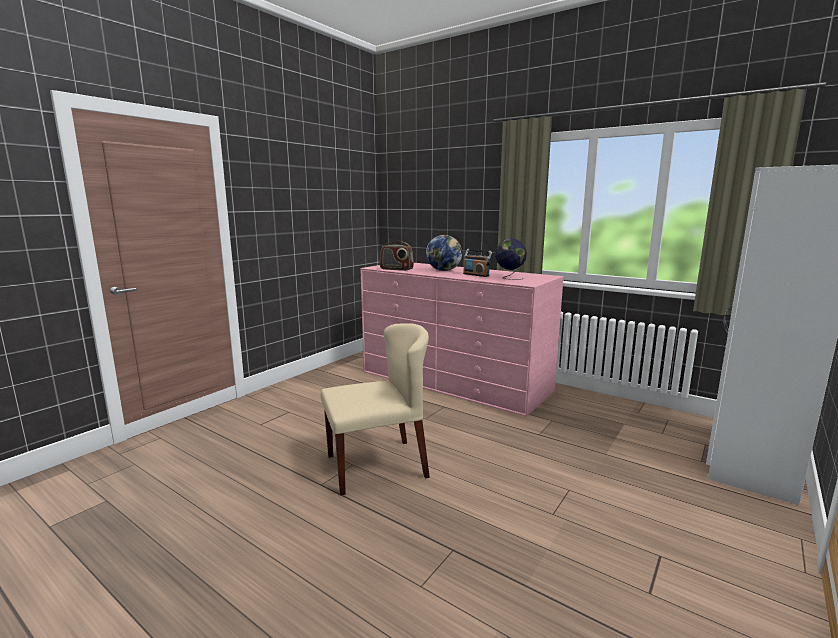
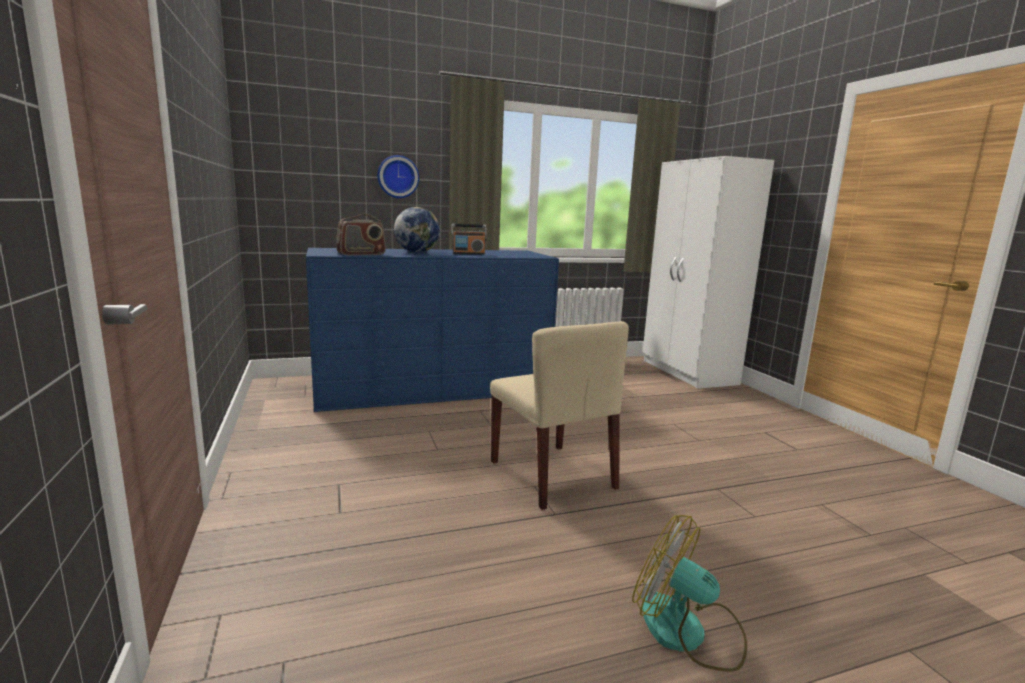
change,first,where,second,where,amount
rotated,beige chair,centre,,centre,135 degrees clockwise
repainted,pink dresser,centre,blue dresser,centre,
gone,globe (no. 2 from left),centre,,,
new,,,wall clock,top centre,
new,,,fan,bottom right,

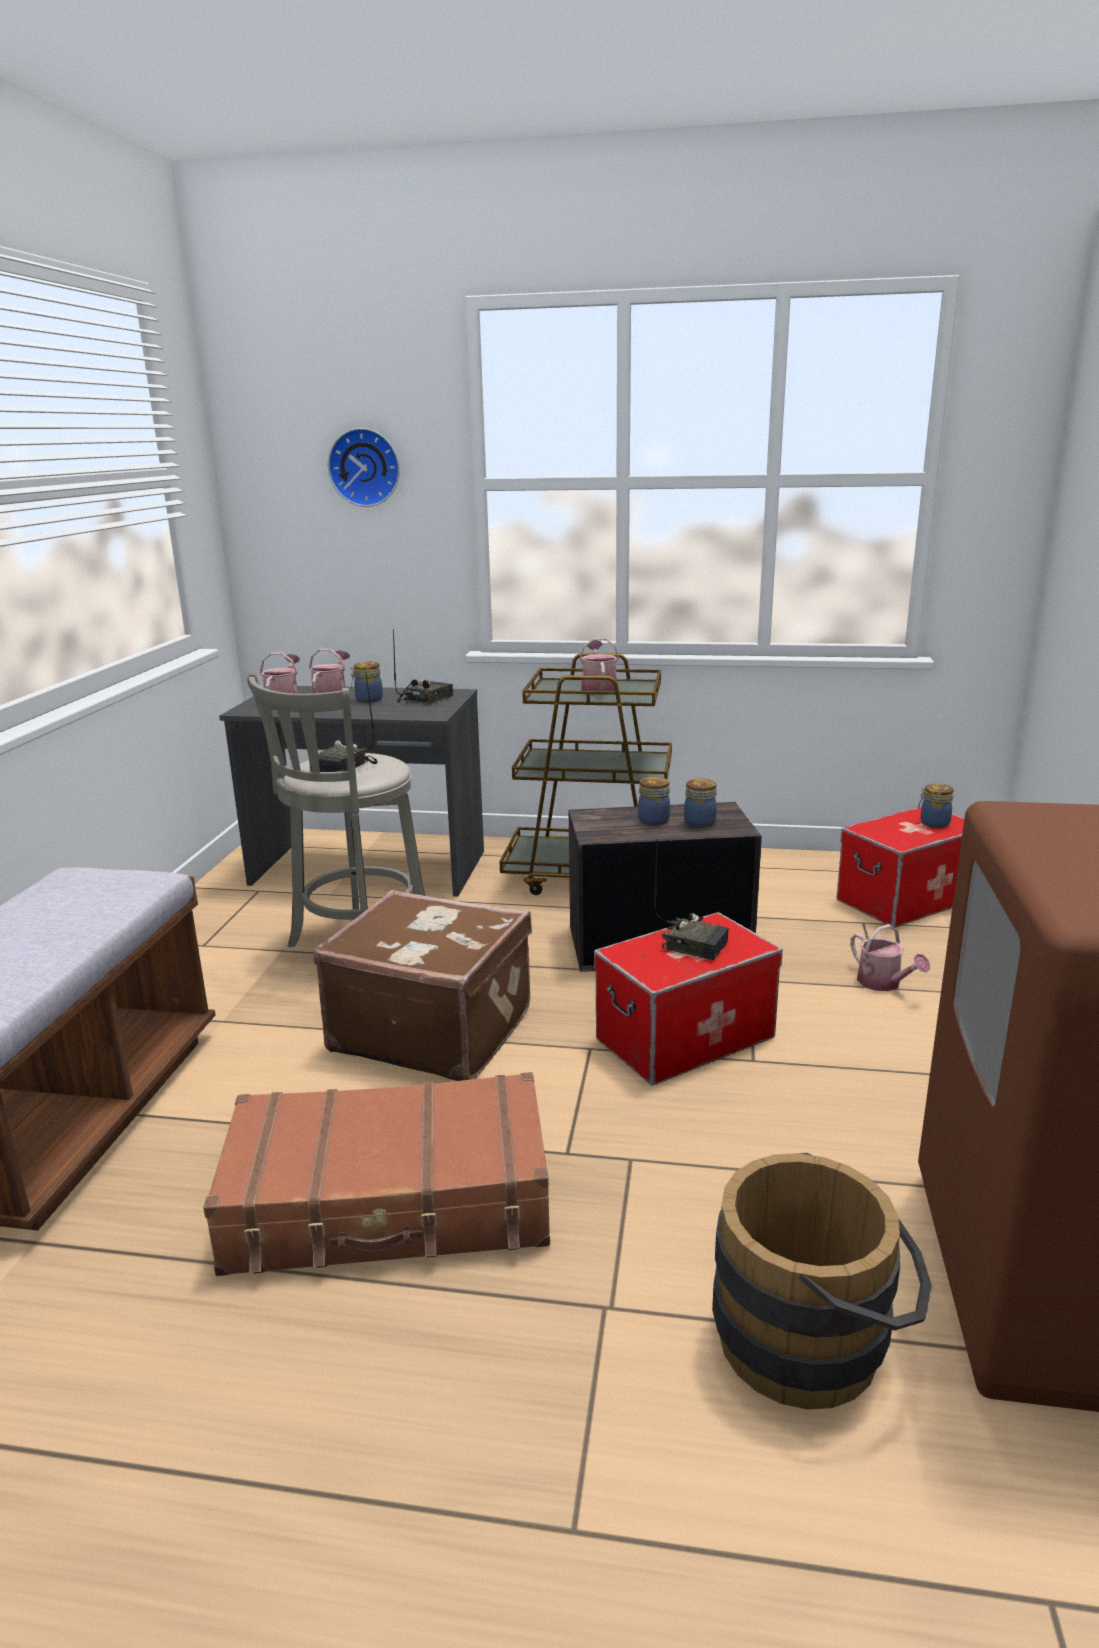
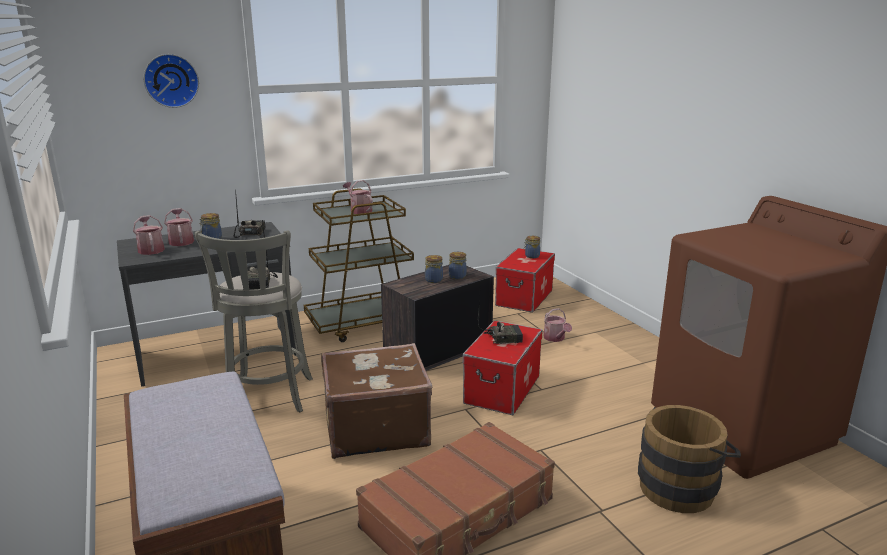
change,first,where,second,where,amount
rotated,watering can (no. 4 from left),middle right,,centre,45 degrees clockwise

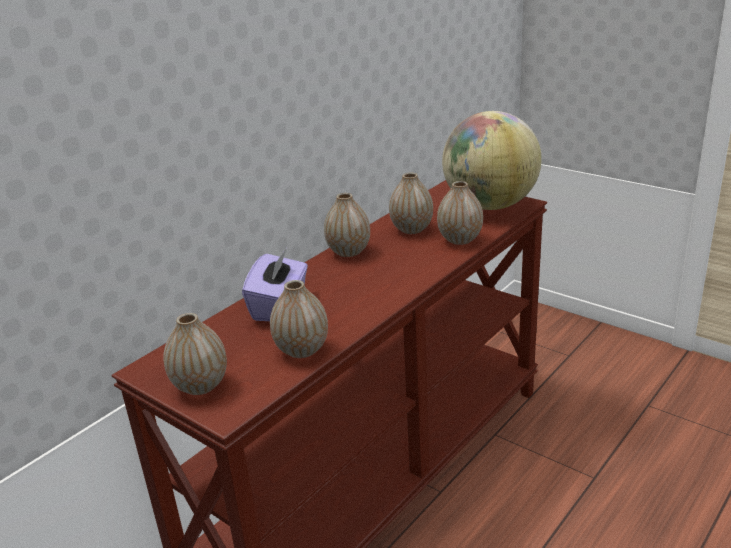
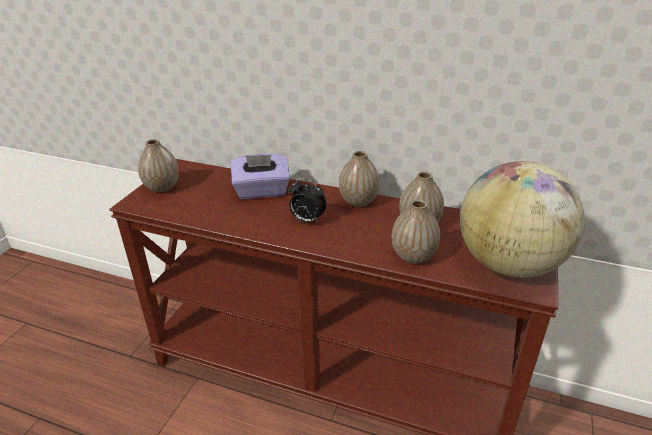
change,first,where,second,where,amount
gone,vase (no. 2 from left),centre,,,
new,,,alarm clock,centre,

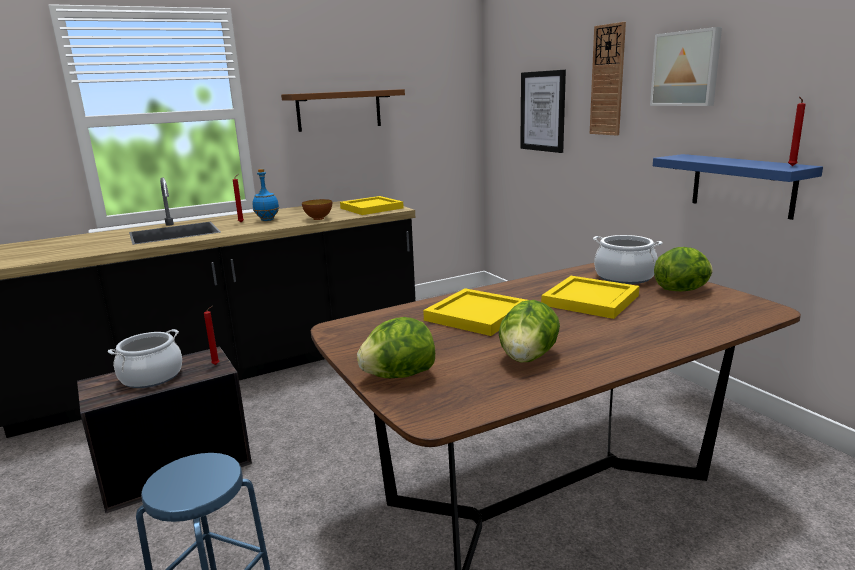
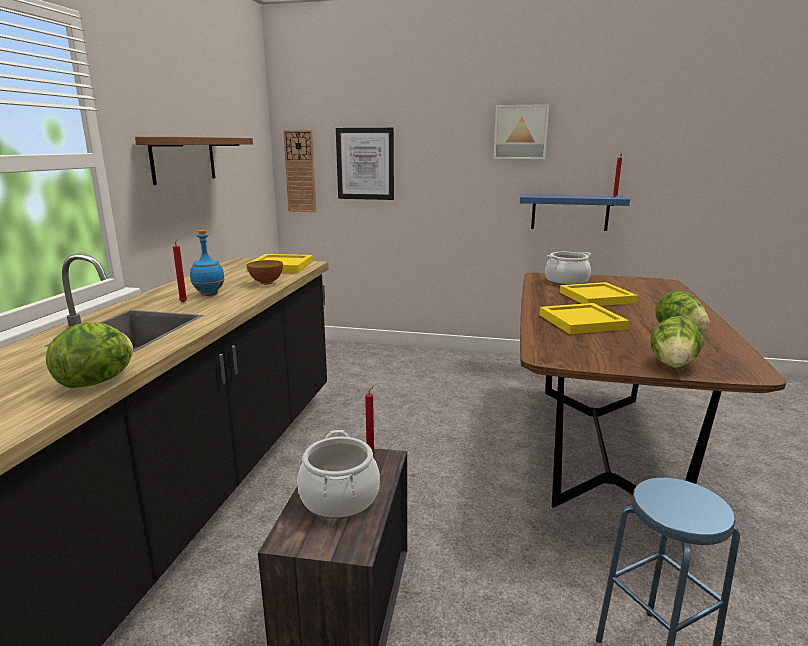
change,first,where,second,where,amount
shifted,wall clock,top right,,top centre,
shifted,lettuce (no. 3 from left in the first image),middle right,lettuce (no. 1 from left),middle left,

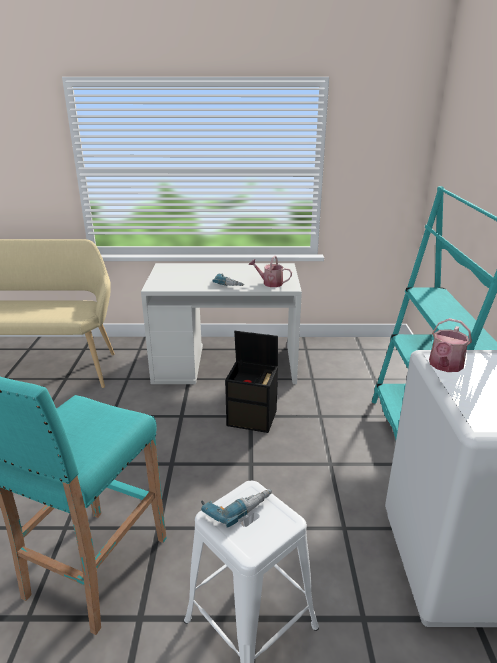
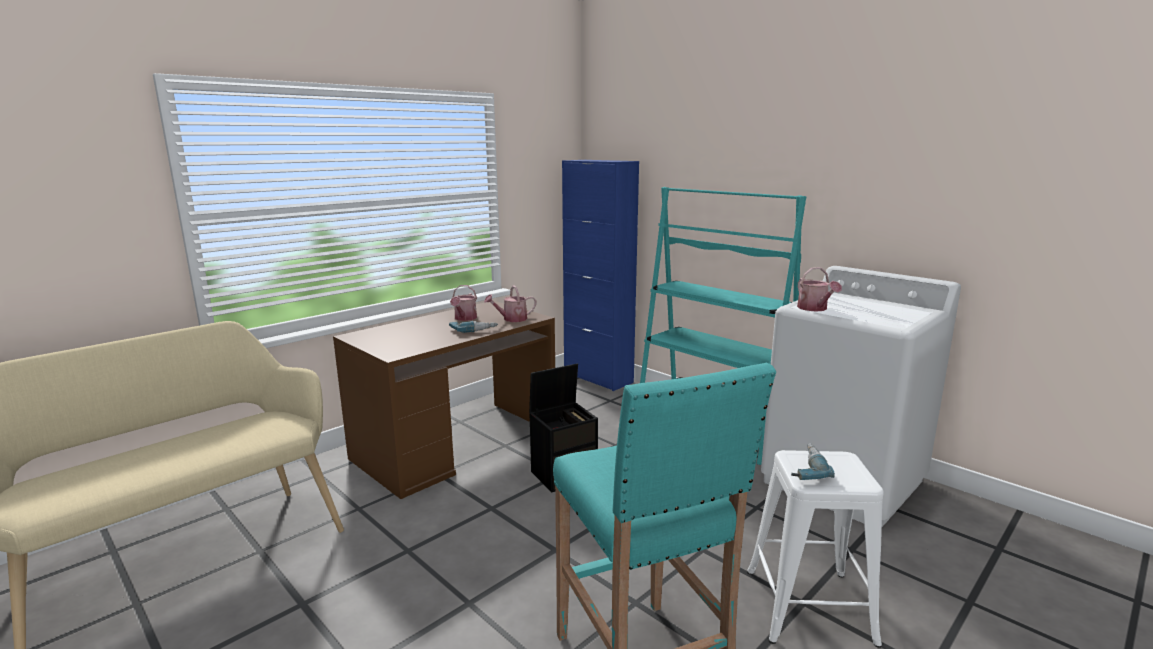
change,first,where,second,where,amount
repainted,white desk,centre,brown desk,centre,
new,,,watering can (no. 1 from left),centre,
new,,,blue cabinet,centre,

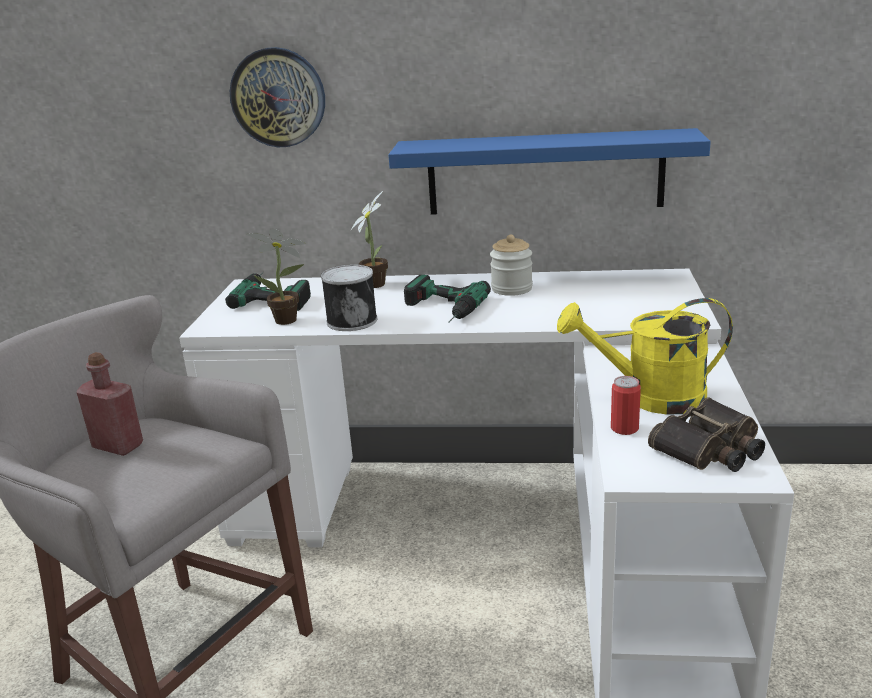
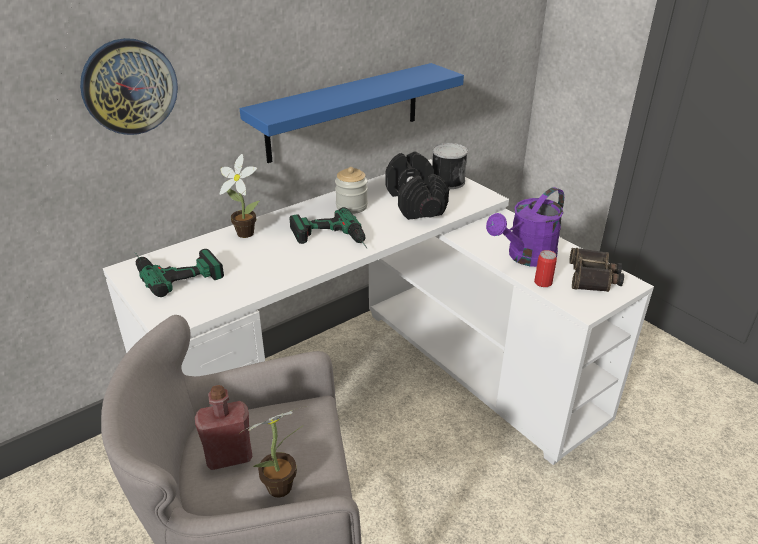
change,first,where,second,where,amount
shifted,potted plant (no. 1 from left in the first image),middle left,potted plant (no. 2 from left),bottom centre,
shifted,can (no. 1 from left),centre,,top centre,
repainted,yellow watering can,middle right,purple watering can,middle right,
new,,,black dumbbell,centre,

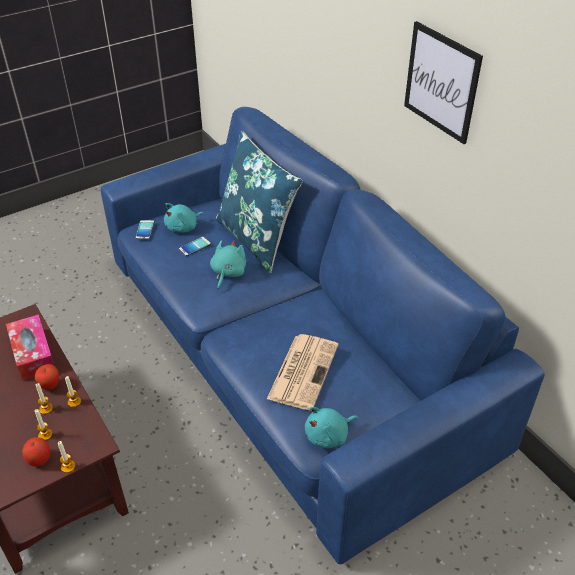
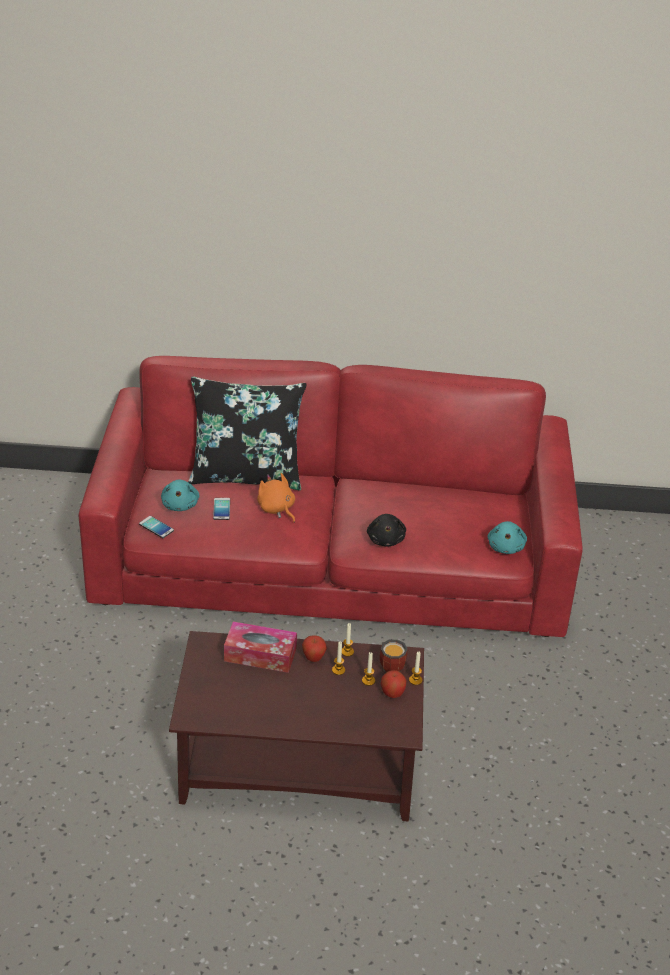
change,first,where,second,where,amount
repainted,blue sofa,centre,red sofa,centre,
repainted,turquoise plush toy (no. 2 from left),centre,orange plush toy,centre,
repainted,blue pillow,centre,black pillow,centre,
gone,newspaper,centre,,,
gone,picture,top right,,,
new,,,black plush toy,centre,
new,,,mug,bottom centre,

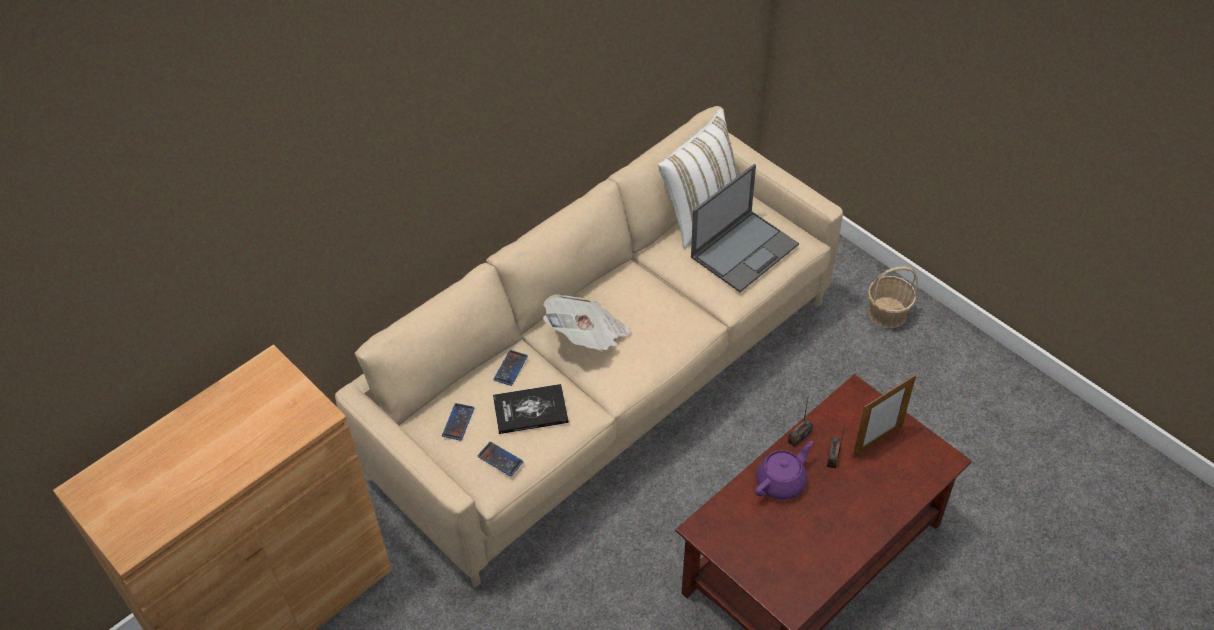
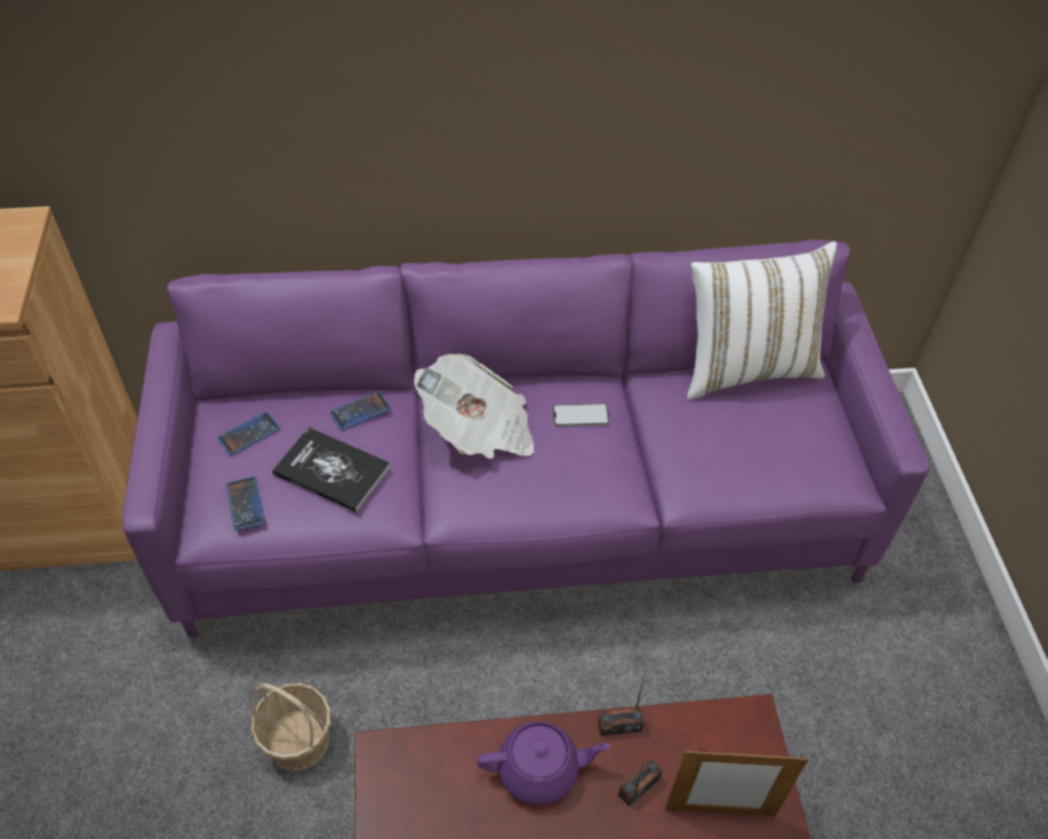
change,first,where,second,where,amount
repainted,beige sofa,centre,purple sofa,centre,
gone,laptop,centre,,,
shifted,basket,middle right,,bottom left,
new,,,phone (no. 4 from left),centre,

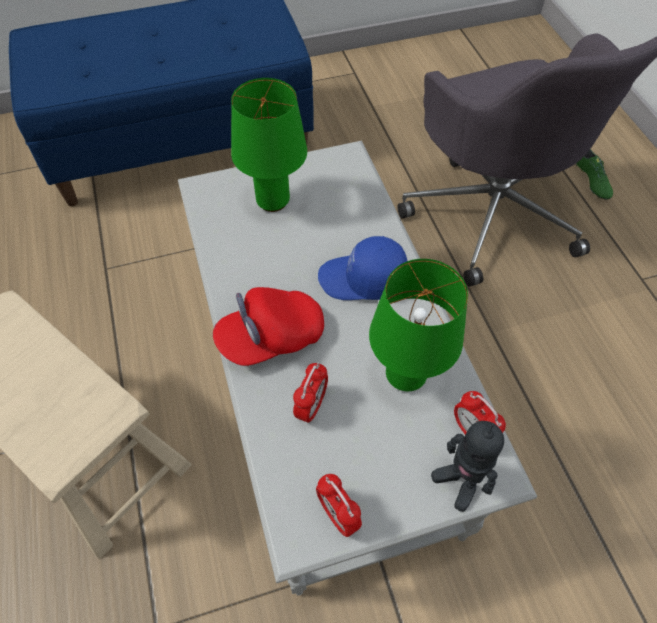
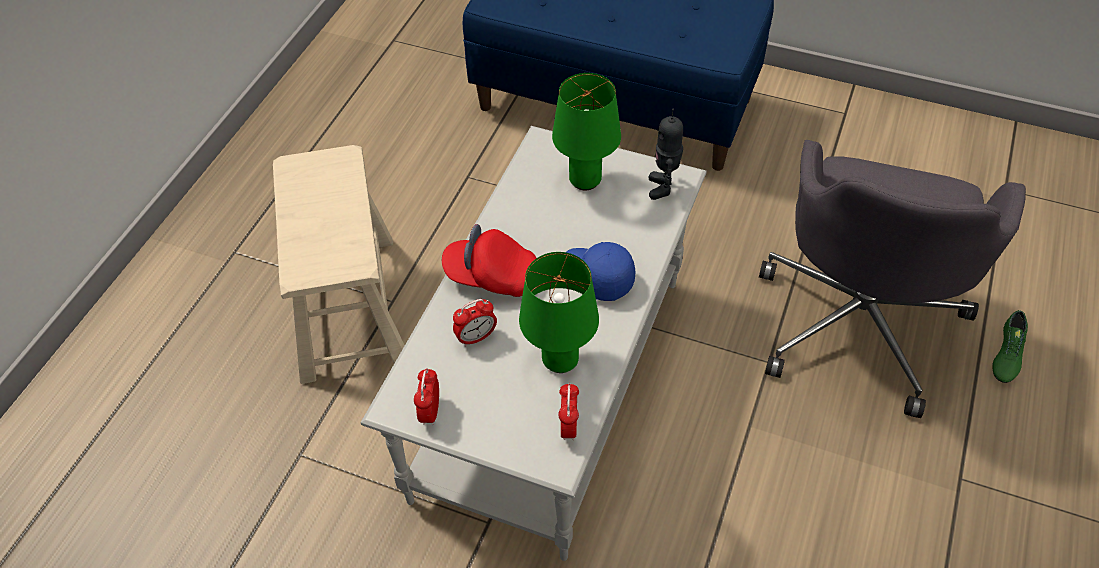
change,first,where,second,where,amount
shifted,toy robot,bottom right,,top centre,

